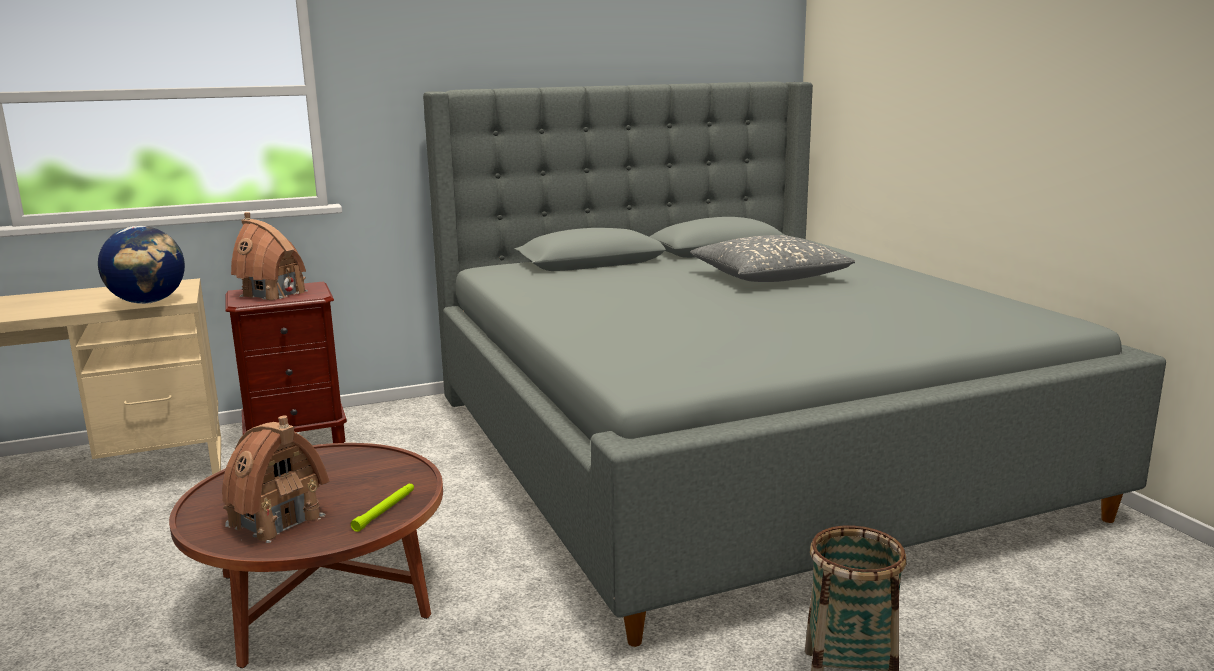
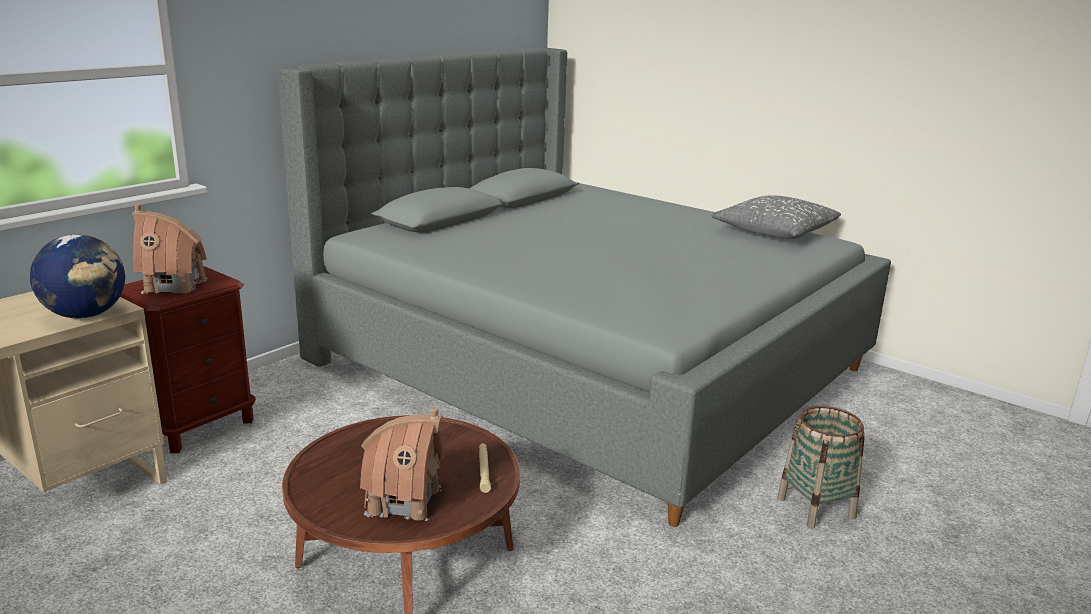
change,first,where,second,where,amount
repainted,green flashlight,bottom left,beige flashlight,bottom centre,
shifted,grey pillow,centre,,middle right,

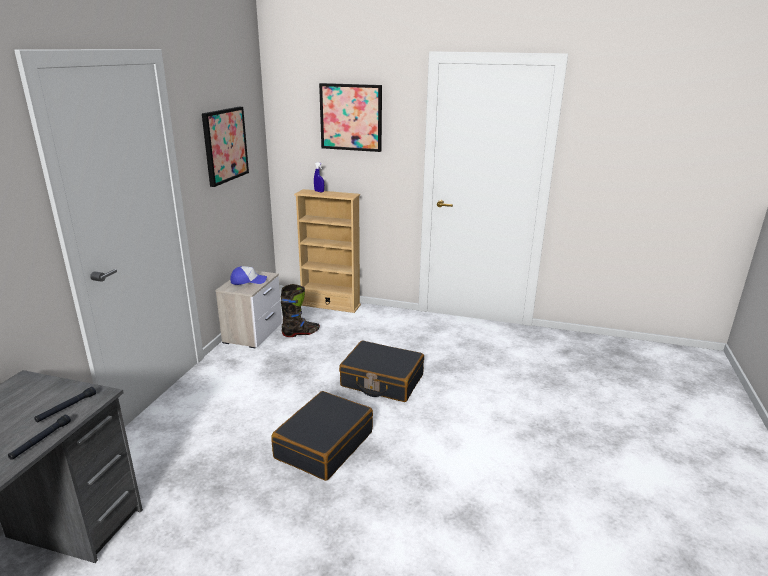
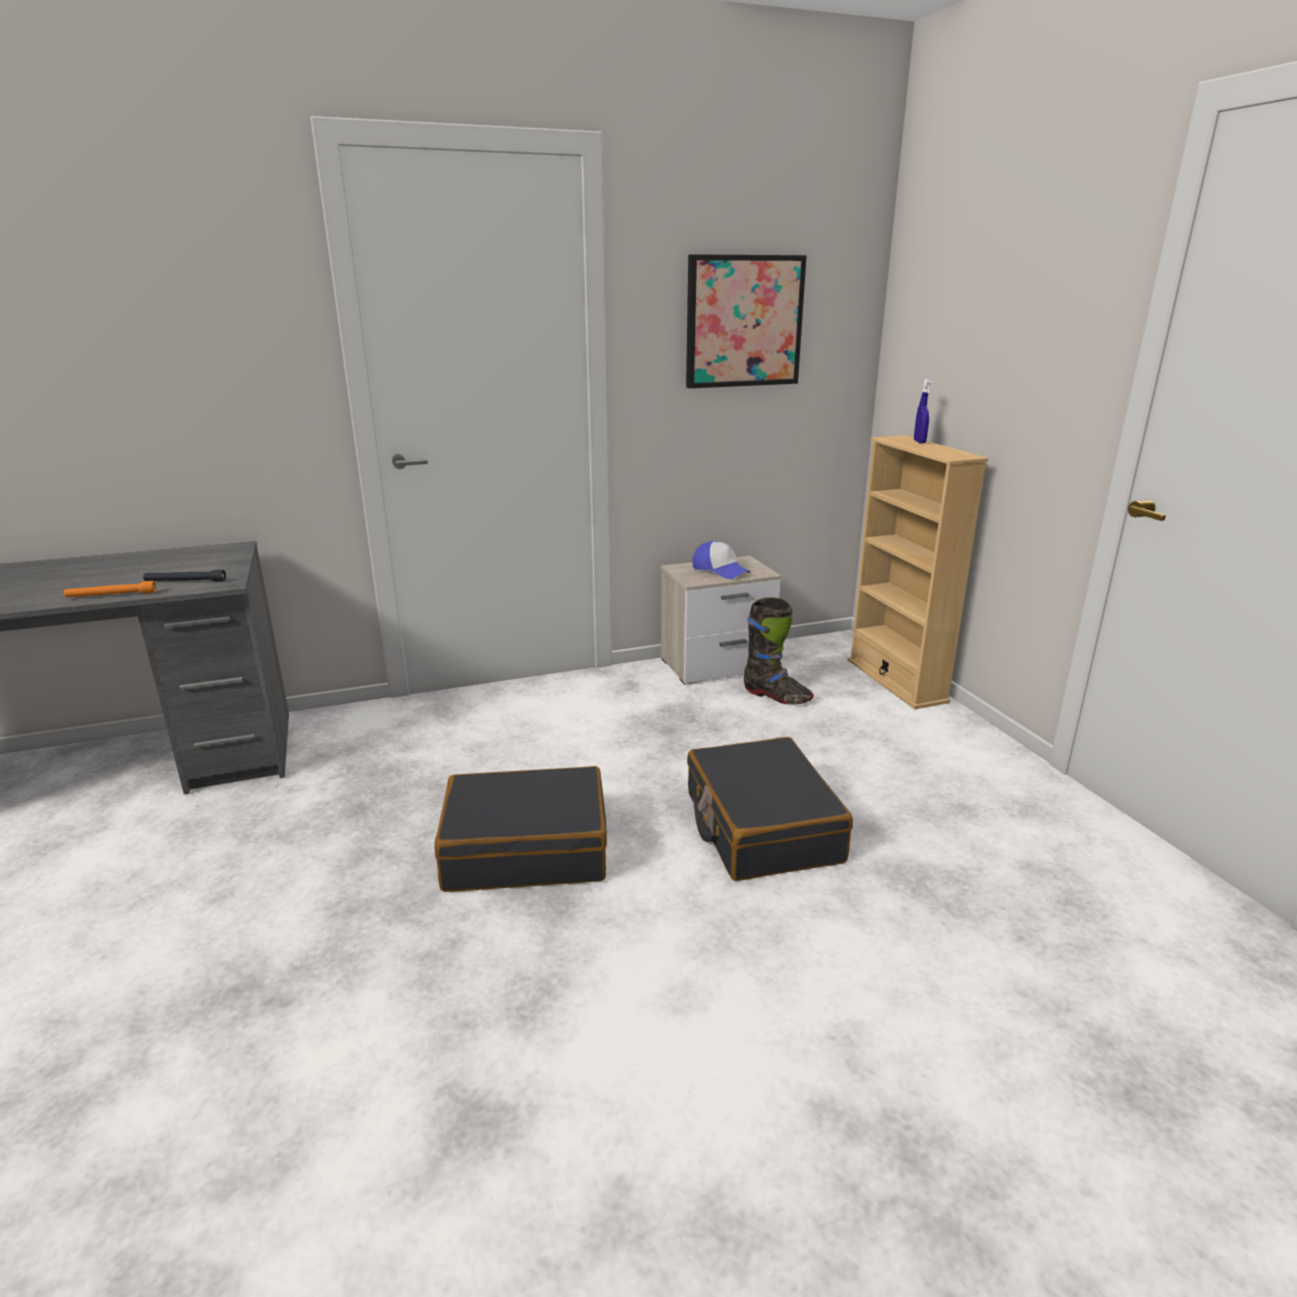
change,first,where,second,where,amount
repainted,black flashlight (no. 1 from left),bottom left,orange flashlight,middle left,
gone,picture (no. 2 from left),top centre,,,

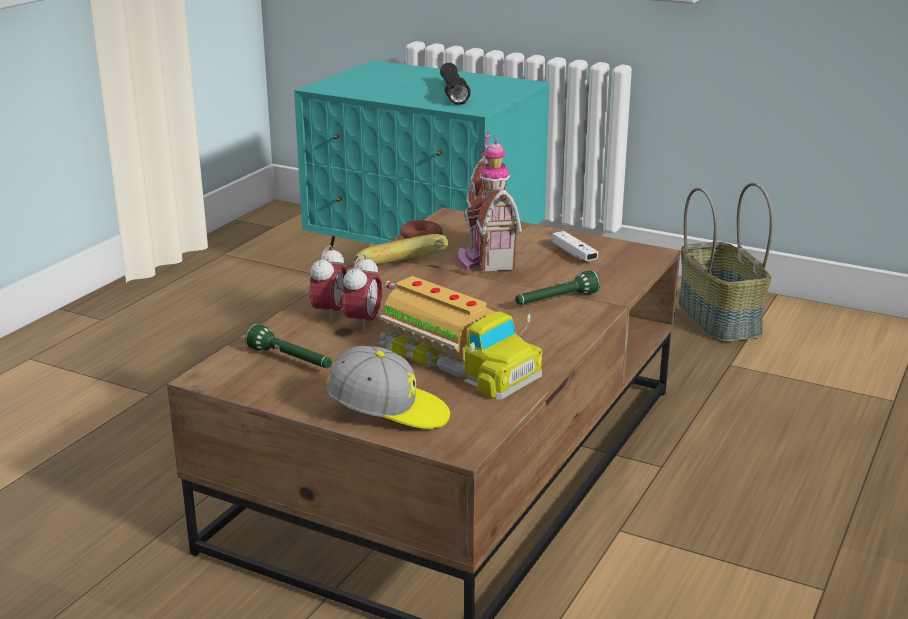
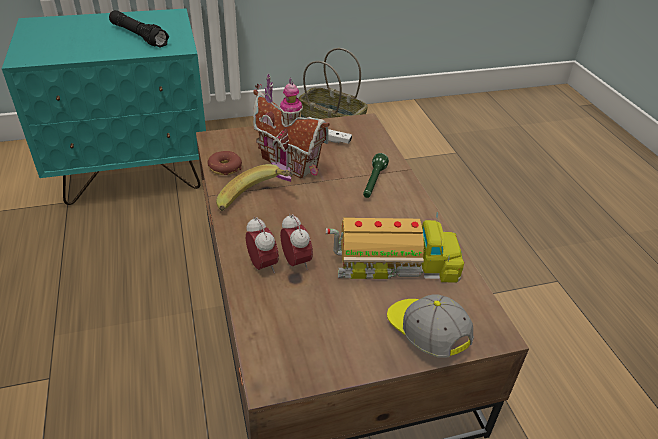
change,first,where,second,where,amount
gone,green flashlight (no. 1 from left),middle left,,,
rotated,cap,centre,,bottom centre,90 degrees counterclockwise

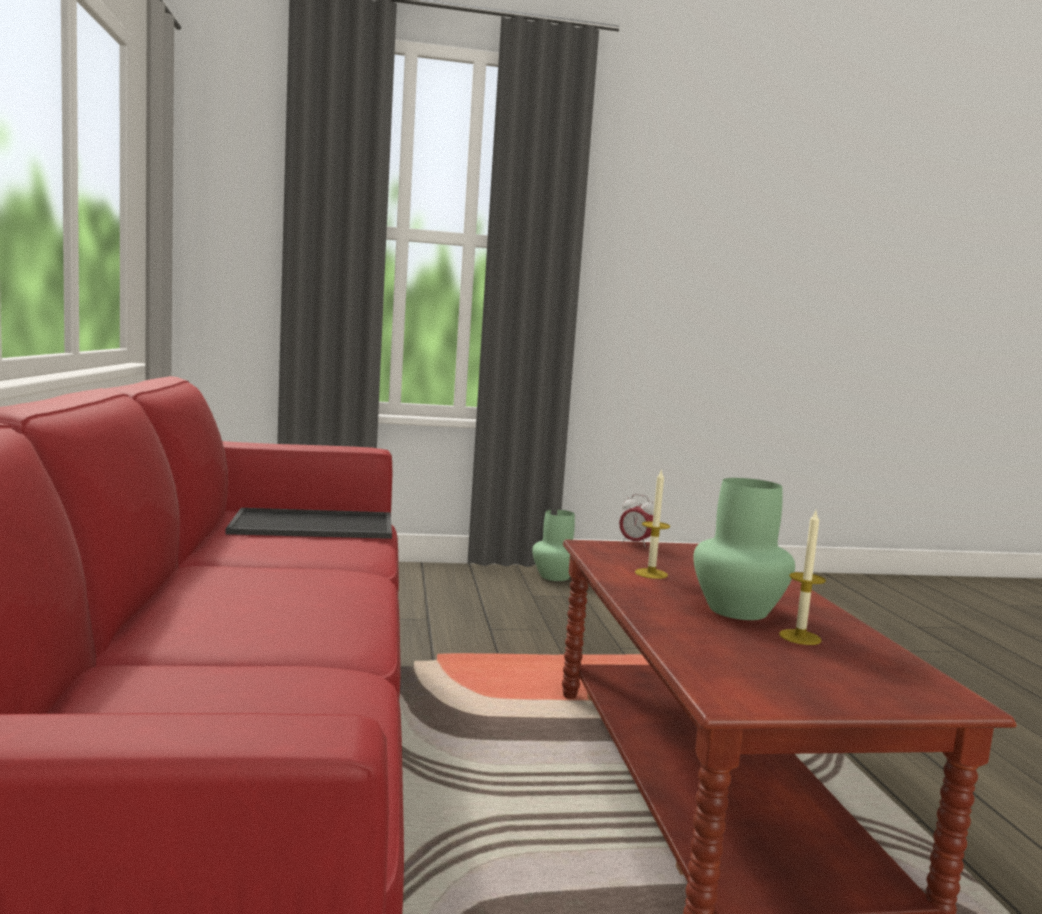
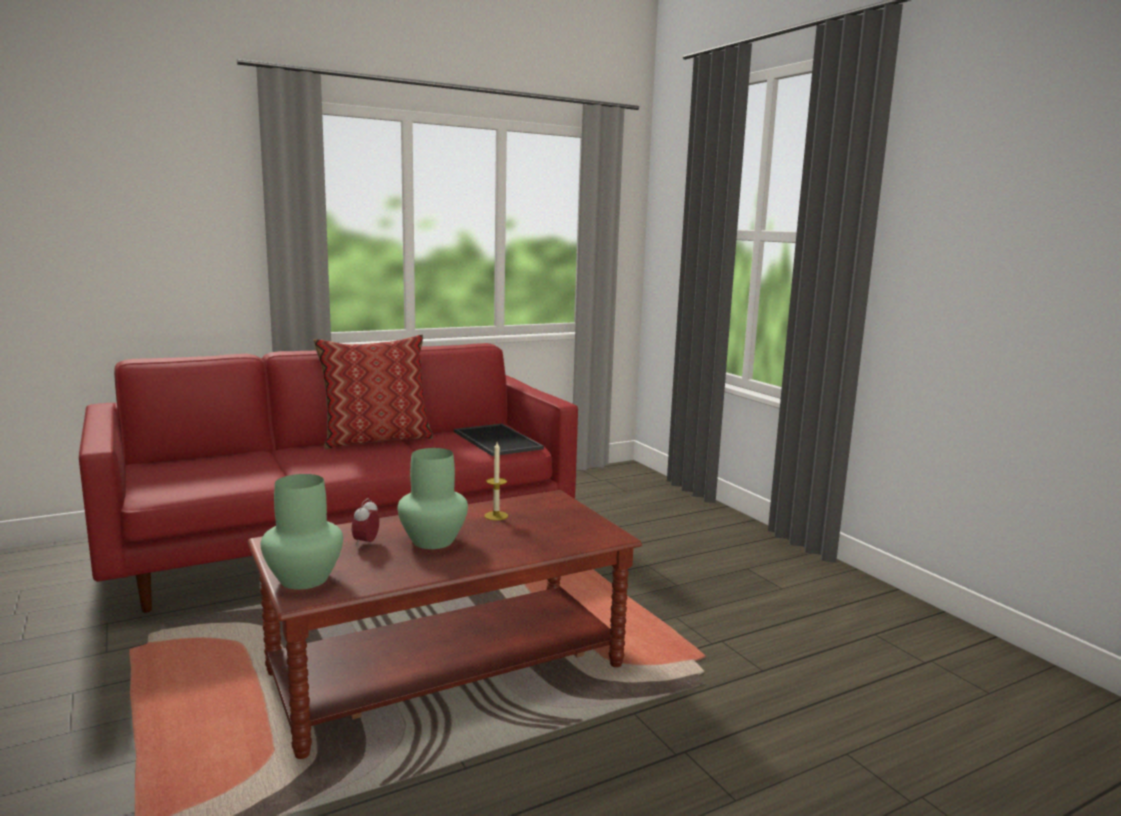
change,first,where,second,where,amount
shifted,green vase (no. 1 from left),centre,,middle left,
shifted,alarm clock,centre,,middle left,
gone,candle (no. 2 from left),middle right,,,
new,,,pillow,middle left,

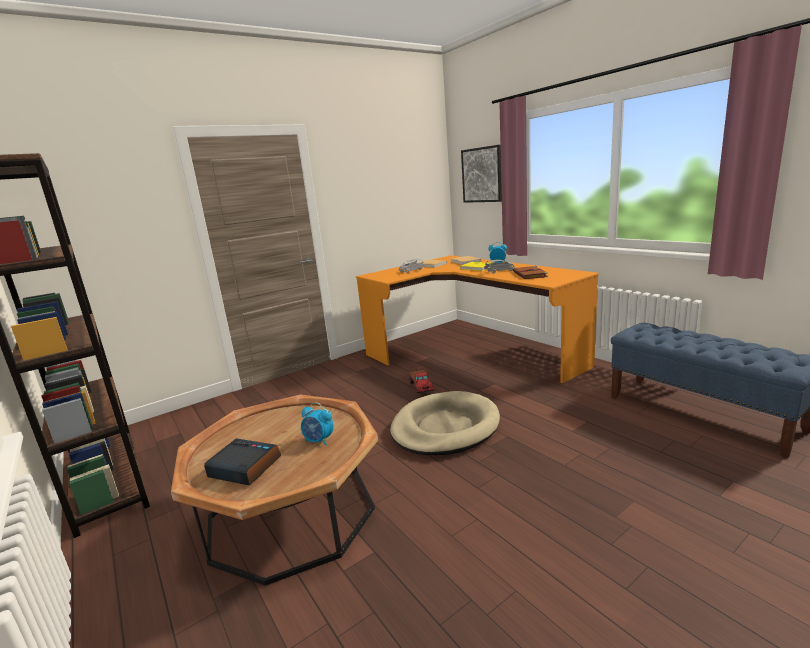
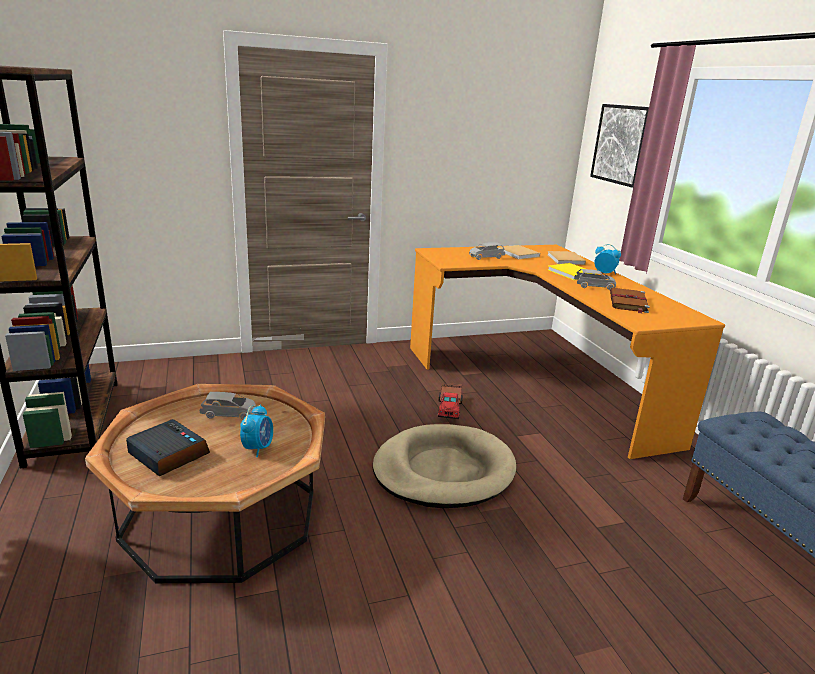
change,first,where,second,where,amount
rotated,alarm clock (no. 2 from left),centre,,middle left,120 degrees counterclockwise
new,,,grey toy car (no. 1 from left),middle left,

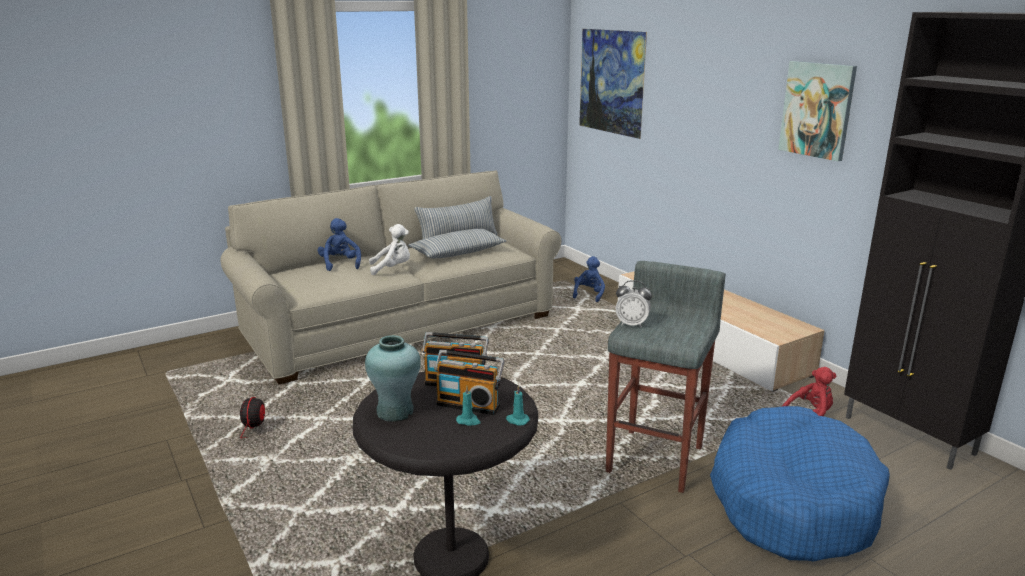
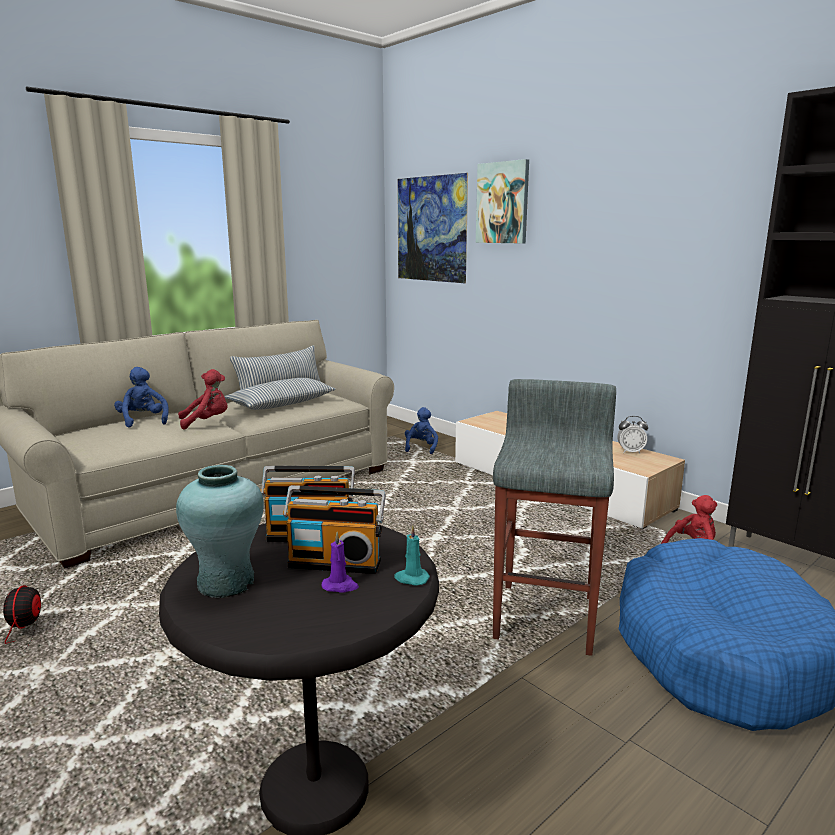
change,first,where,second,where,amount
repainted,white plush toy,centre,red plush toy (no. 1 from left),middle left,
repainted,turquoise candle (no. 1 from left),bottom centre,purple candle,bottom centre,
shifted,alarm clock,centre,,middle right,
shifted,picture (no. 2 from left),top right,,top centre,

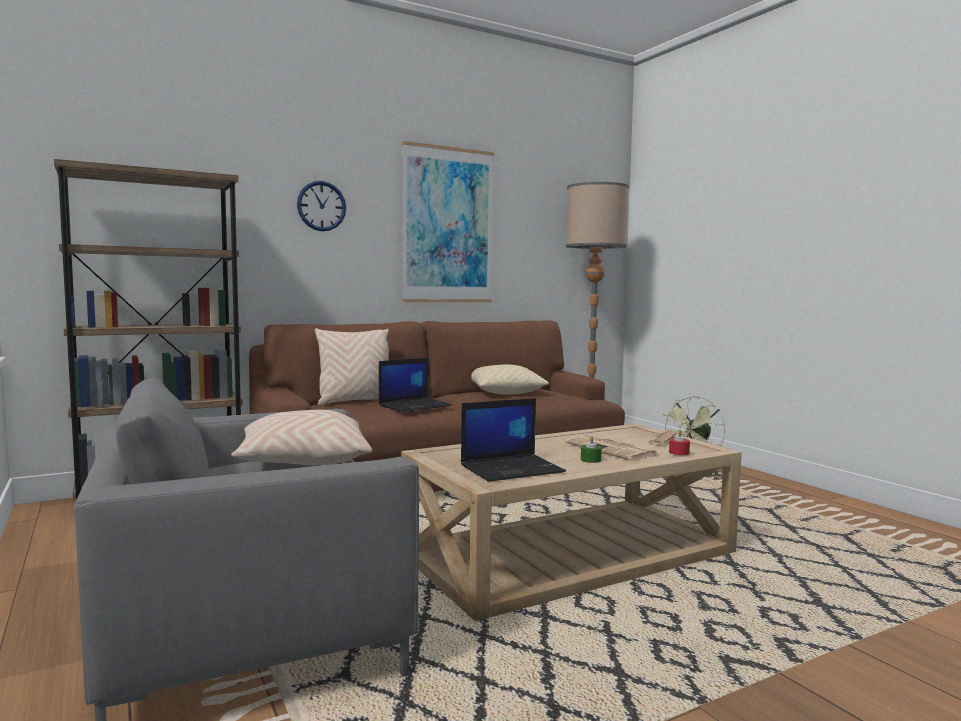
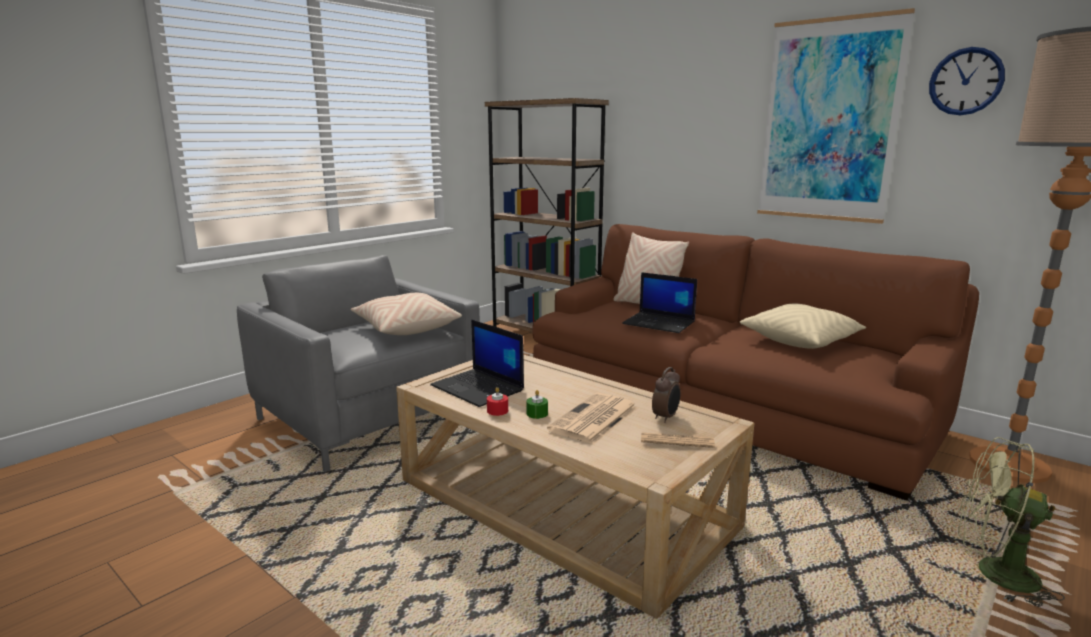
change,first,where,second,where,amount
shifted,wall clock,top centre,,top right,
shifted,red candle,middle right,,centre,
new,,,alarm clock,centre,

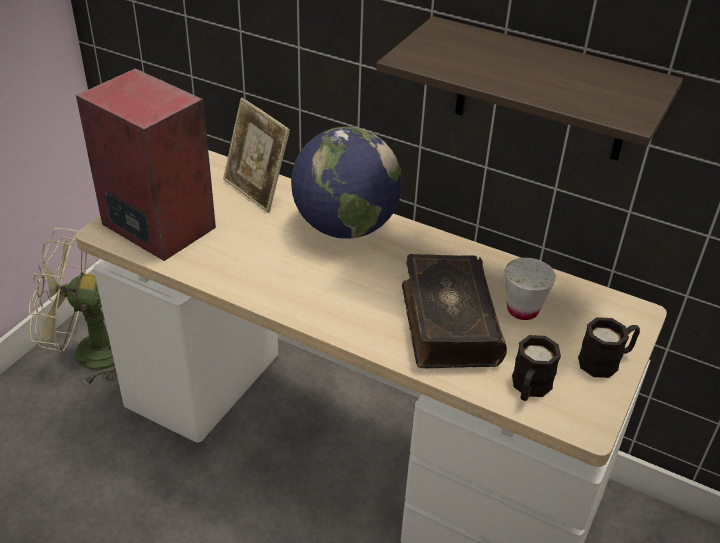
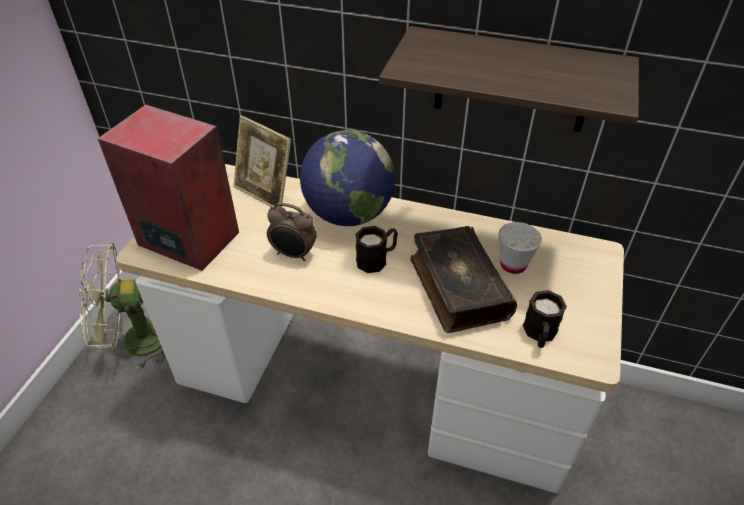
change,first,where,second,where,amount
shifted,black mug (no. 2 from left in the first image),middle right,black mug (no. 1 from left),centre,
new,,,alarm clock,centre,

